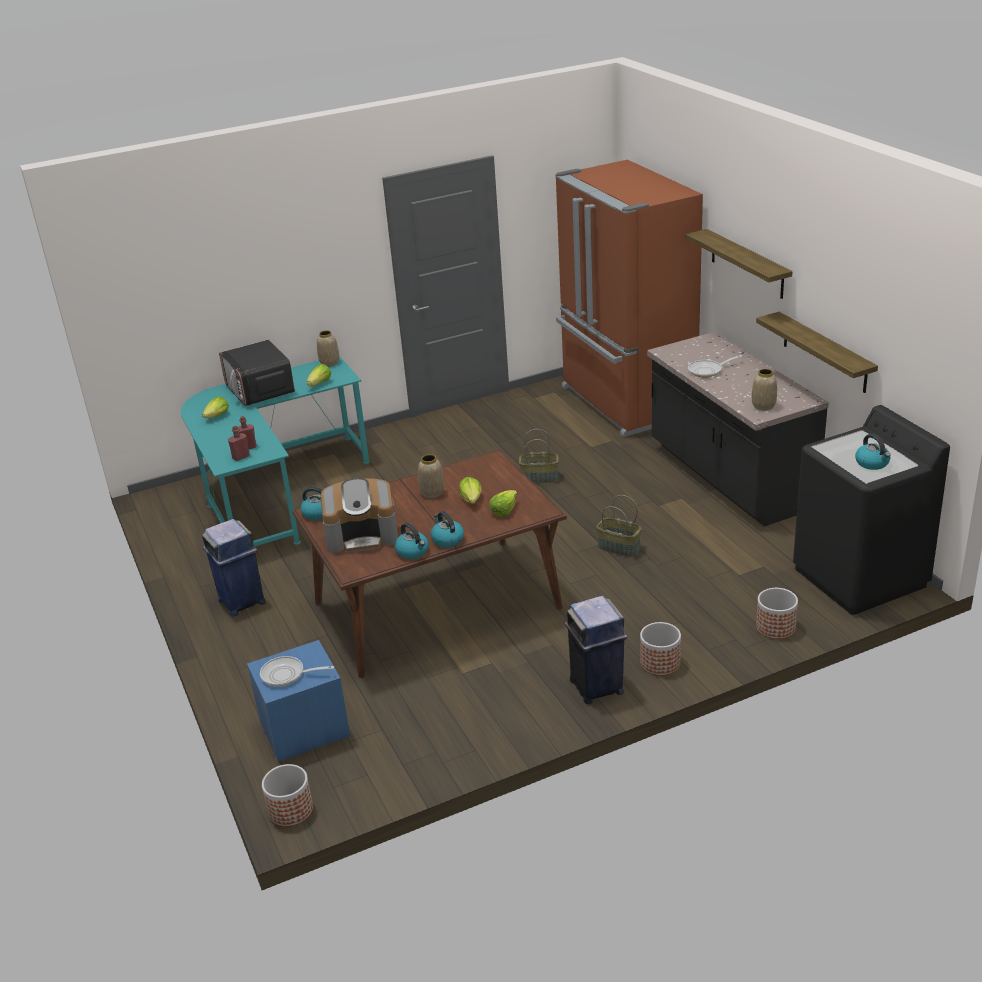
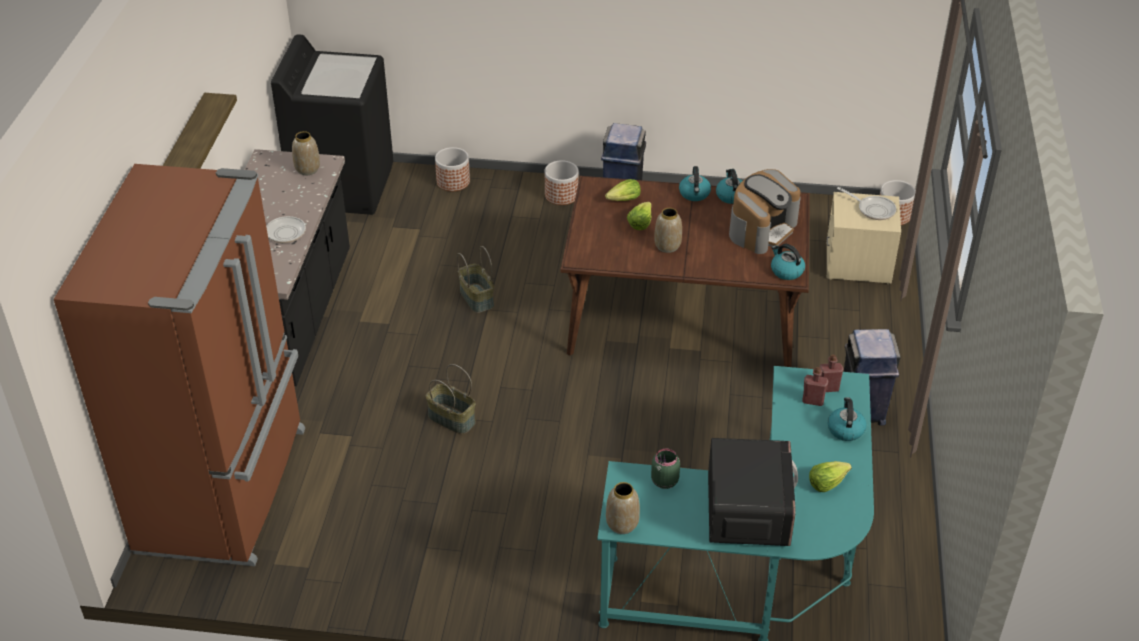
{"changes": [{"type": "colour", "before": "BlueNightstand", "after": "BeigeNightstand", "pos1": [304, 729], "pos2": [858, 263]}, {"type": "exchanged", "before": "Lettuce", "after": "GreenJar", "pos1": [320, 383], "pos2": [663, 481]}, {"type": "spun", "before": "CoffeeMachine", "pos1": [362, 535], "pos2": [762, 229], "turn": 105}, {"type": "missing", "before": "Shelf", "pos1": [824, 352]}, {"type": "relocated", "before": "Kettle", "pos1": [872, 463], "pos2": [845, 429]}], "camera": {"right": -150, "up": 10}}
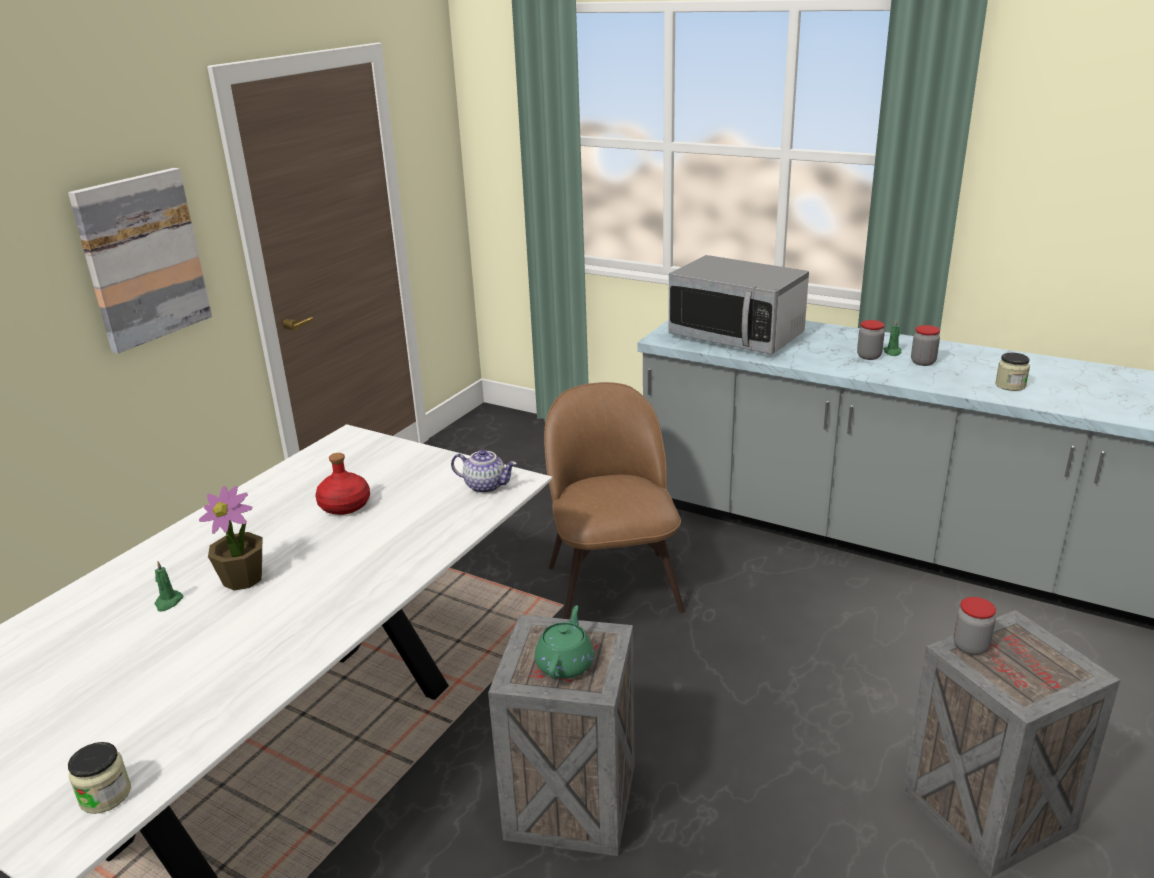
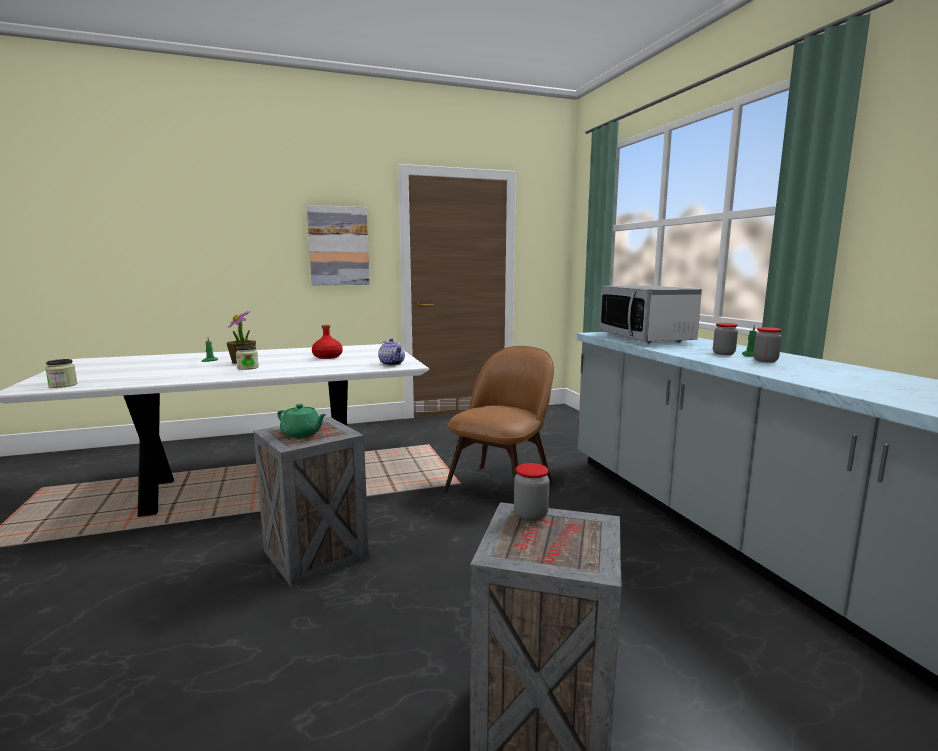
{"changes": [{"type": "spun", "before": "GreenTeapot", "pos1": [565, 663], "pos2": [302, 434], "turn": 60}, {"type": "relocated", "before": "Jar", "pos1": [1010, 385], "pos2": [248, 368]}], "camera": {"right": 40, "up": -15}}
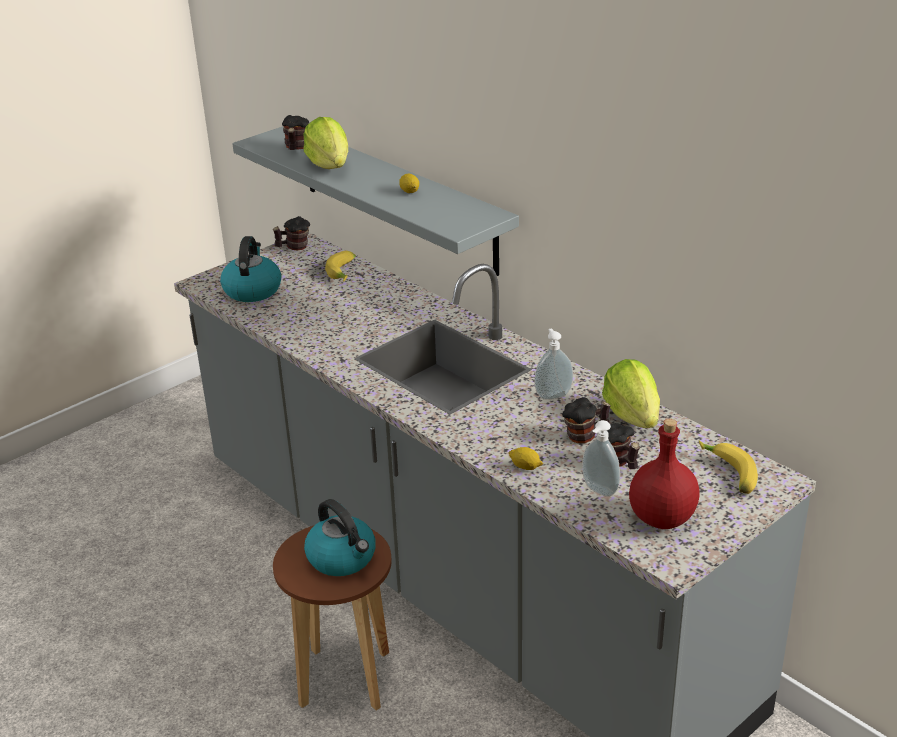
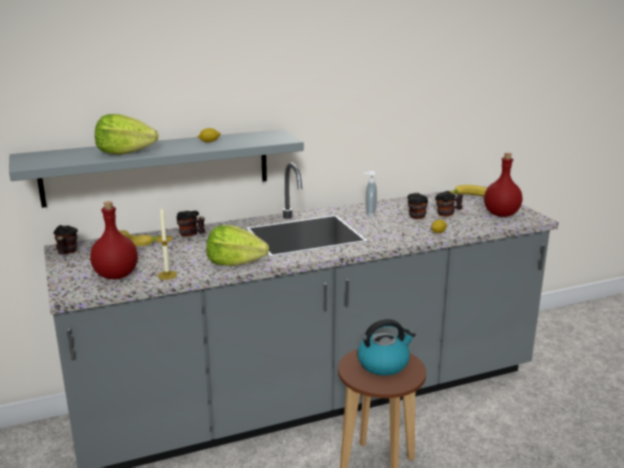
{"changes": [{"type": "exchanged", "before": "Kettle", "after": "RedBottle", "pos1": [252, 290], "pos2": [116, 276]}, {"type": "relocated", "before": "Mug", "pos1": [296, 149], "pos2": [191, 235]}, {"type": "missing", "before": "SoapDispenser", "pos1": [598, 491]}, {"type": "relocated", "before": "Lettuce", "pos1": [633, 416], "pos2": [235, 263]}, {"type": "appeared", "after": "Candle", "pos2": [167, 275]}], "camera": {"right": -70, "up": -10}}
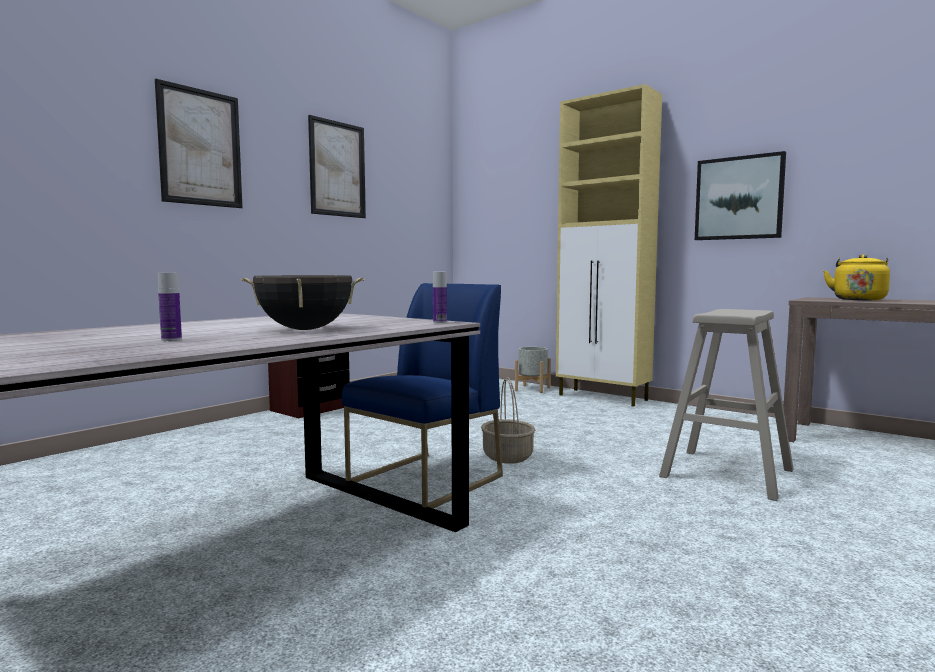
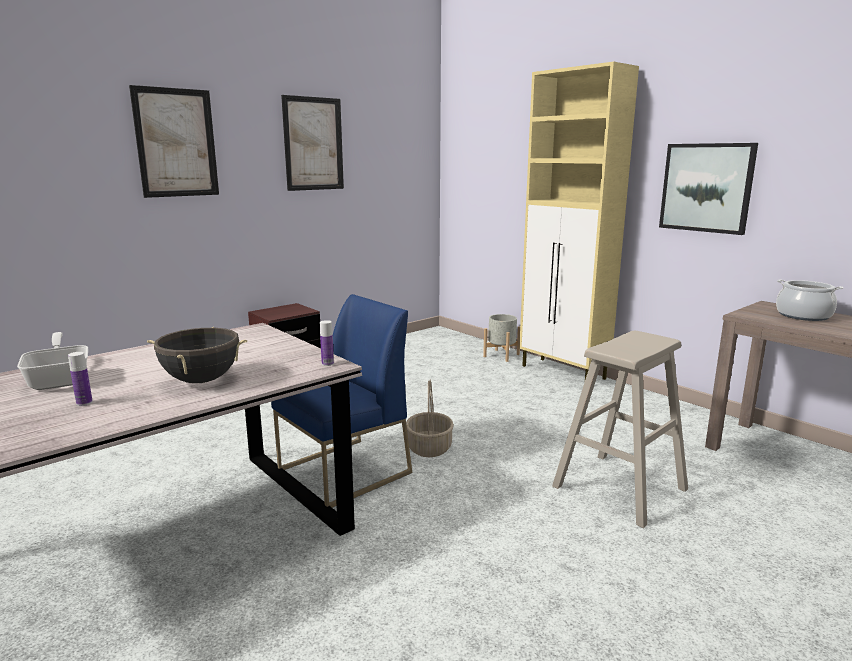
{"changes": [{"type": "exchanged", "before": "YellowKettle", "after": "CookingPot", "pos1": [858, 299], "pos2": [803, 315]}, {"type": "appeared", "after": "FryingPan", "pos2": [61, 379]}], "camera": {"right": 10, "up": 10}}
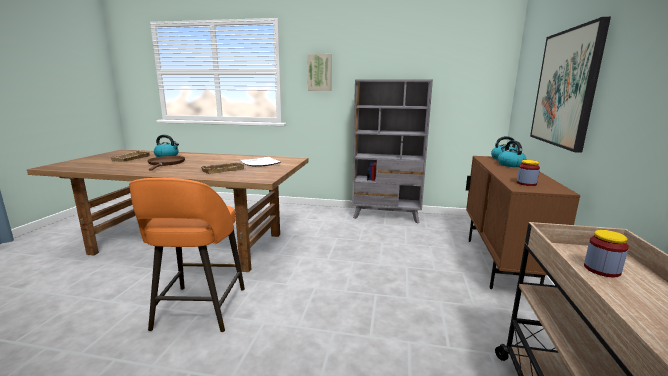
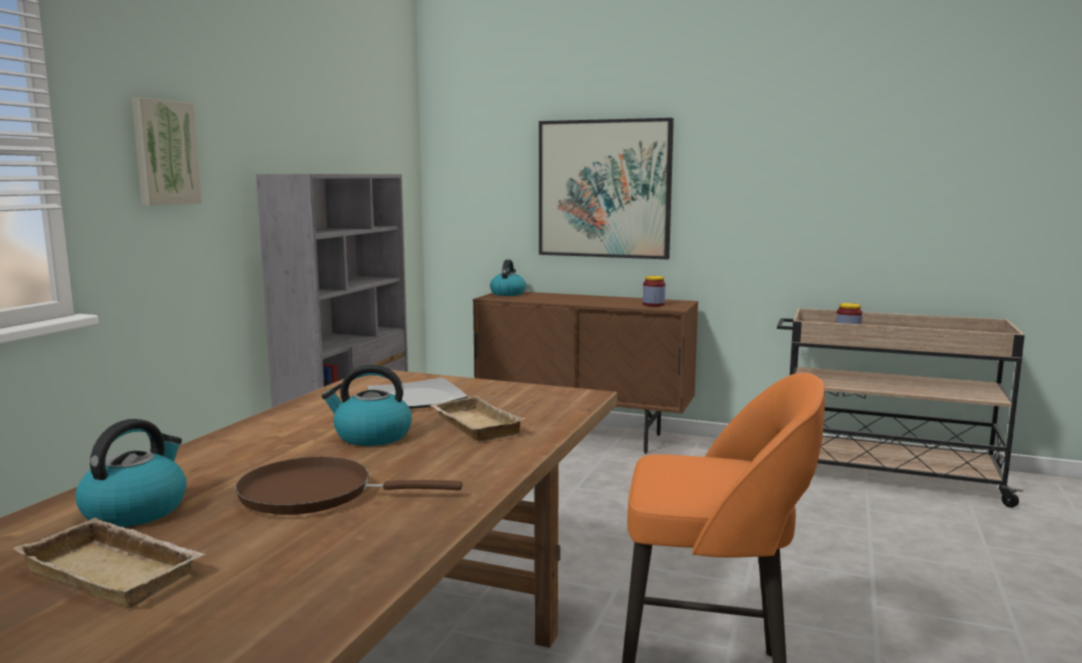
{"changes": [{"type": "relocated", "before": "Kettle", "pos1": [510, 165], "pos2": [371, 436]}], "camera": {"right": -80, "up": -5}}
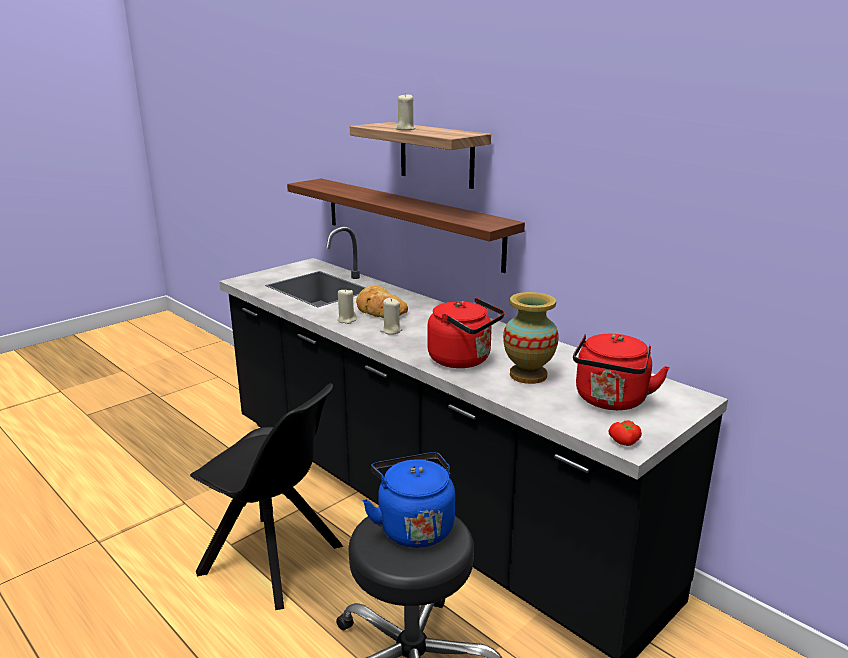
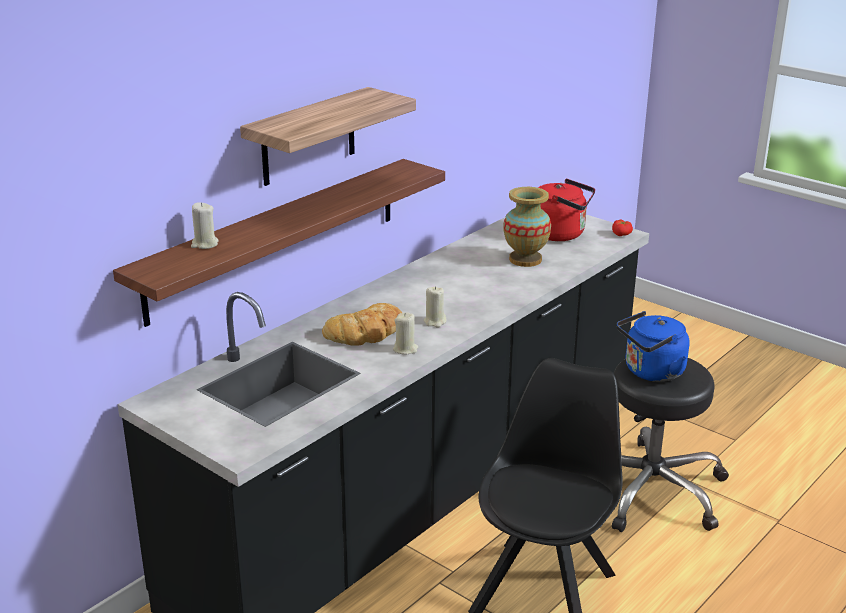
{"changes": [{"type": "relocated", "before": "BeigeCandle", "pos1": [405, 129], "pos2": [204, 244]}, {"type": "missing", "before": "RedKettle", "pos1": [463, 360]}], "camera": {"right": -95, "up": 5}}
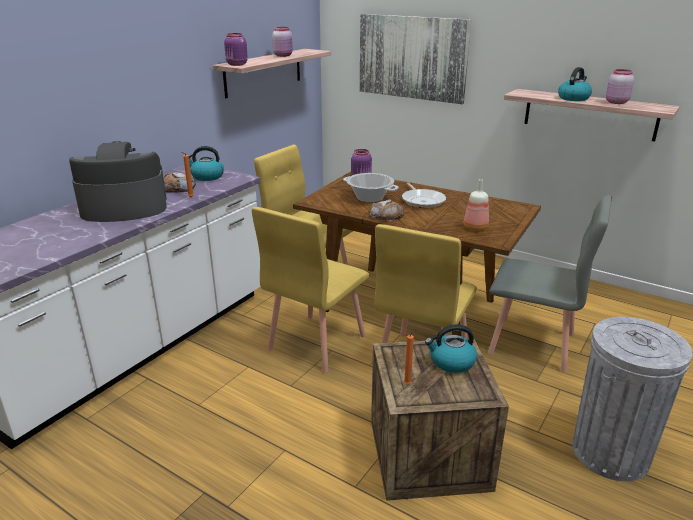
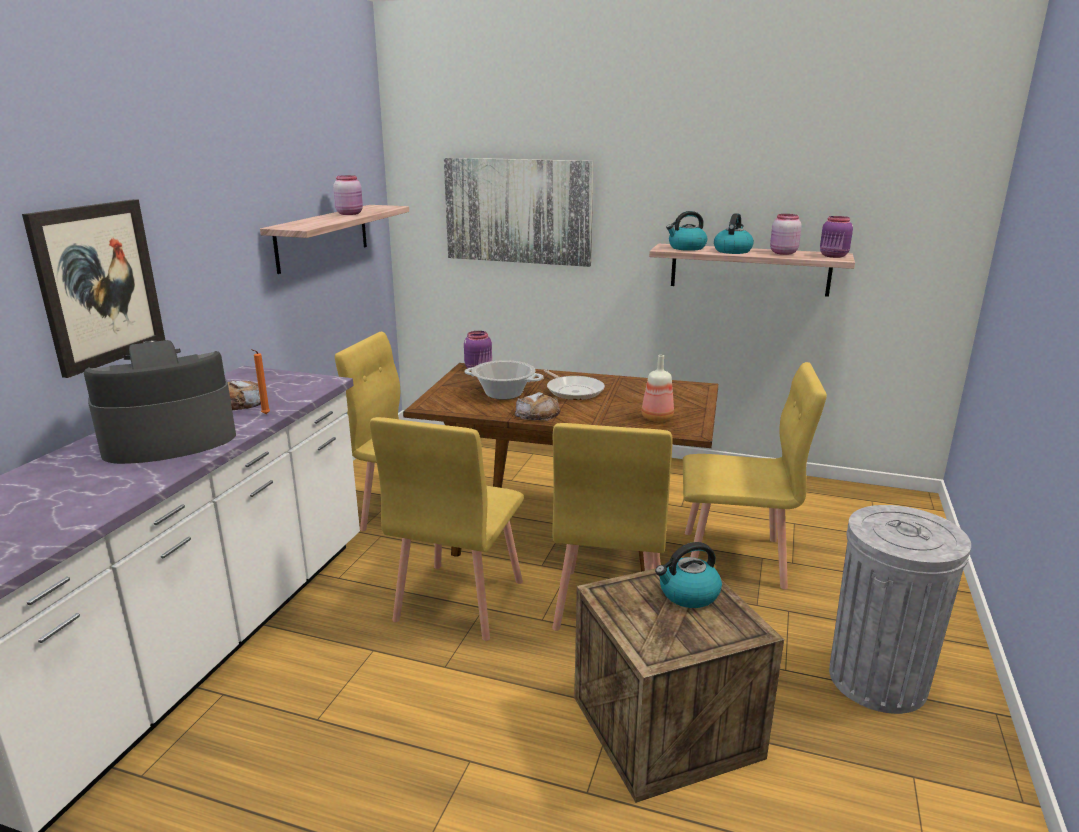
{"changes": [{"type": "relocated", "before": "Kettle", "pos1": [207, 177], "pos2": [686, 248]}, {"type": "relocated", "before": "PurpleJar", "pos1": [236, 64], "pos2": [834, 256]}, {"type": "missing", "before": "OrangeCandle", "pos1": [408, 384]}, {"type": "colour", "before": "GreyChair", "after": "YellowChair", "pos1": [533, 344], "pos2": [734, 559]}, {"type": "appeared", "after": "Picture", "pos2": [98, 285]}], "camera": {"right": -15, "up": -5}}
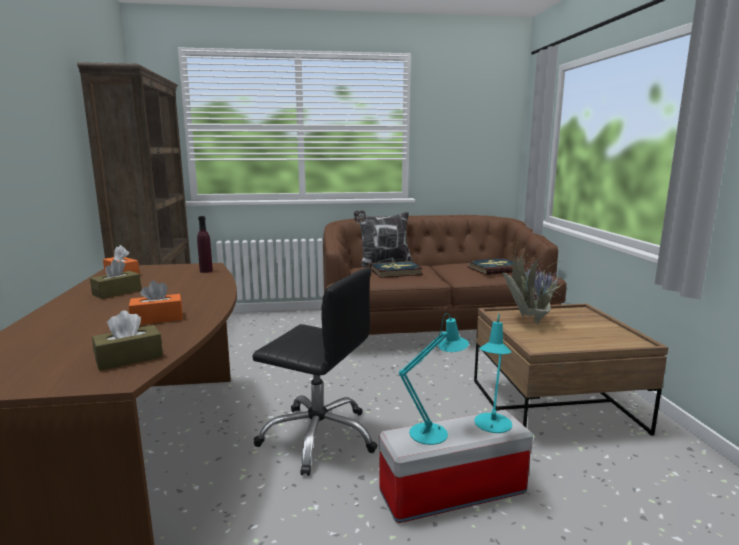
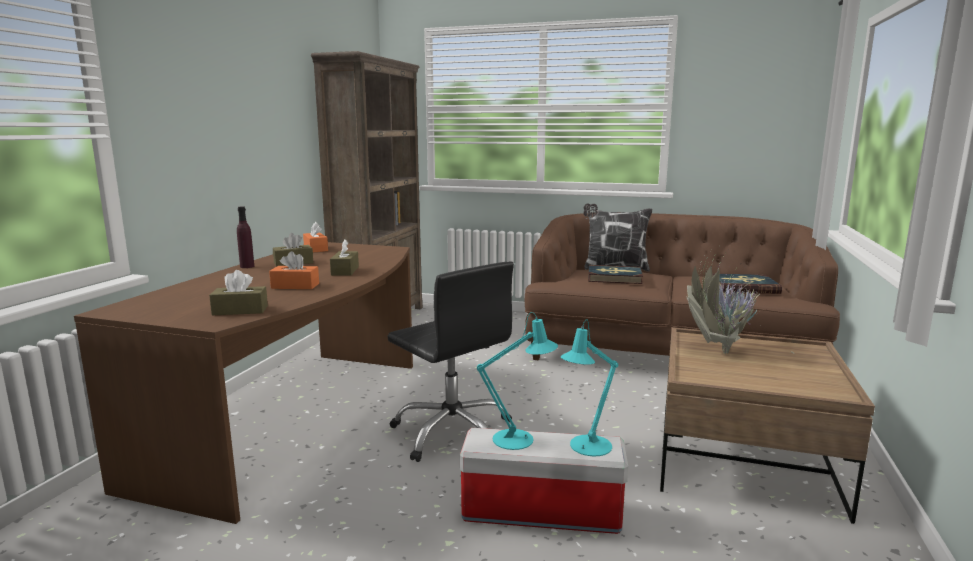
{"changes": [{"type": "relocated", "before": "PurpleBottle", "pos1": [206, 271], "pos2": [247, 266]}, {"type": "appeared", "after": "BrownTissueBox", "pos2": [345, 271]}], "camera": {"right": 25, "up": 0}}
